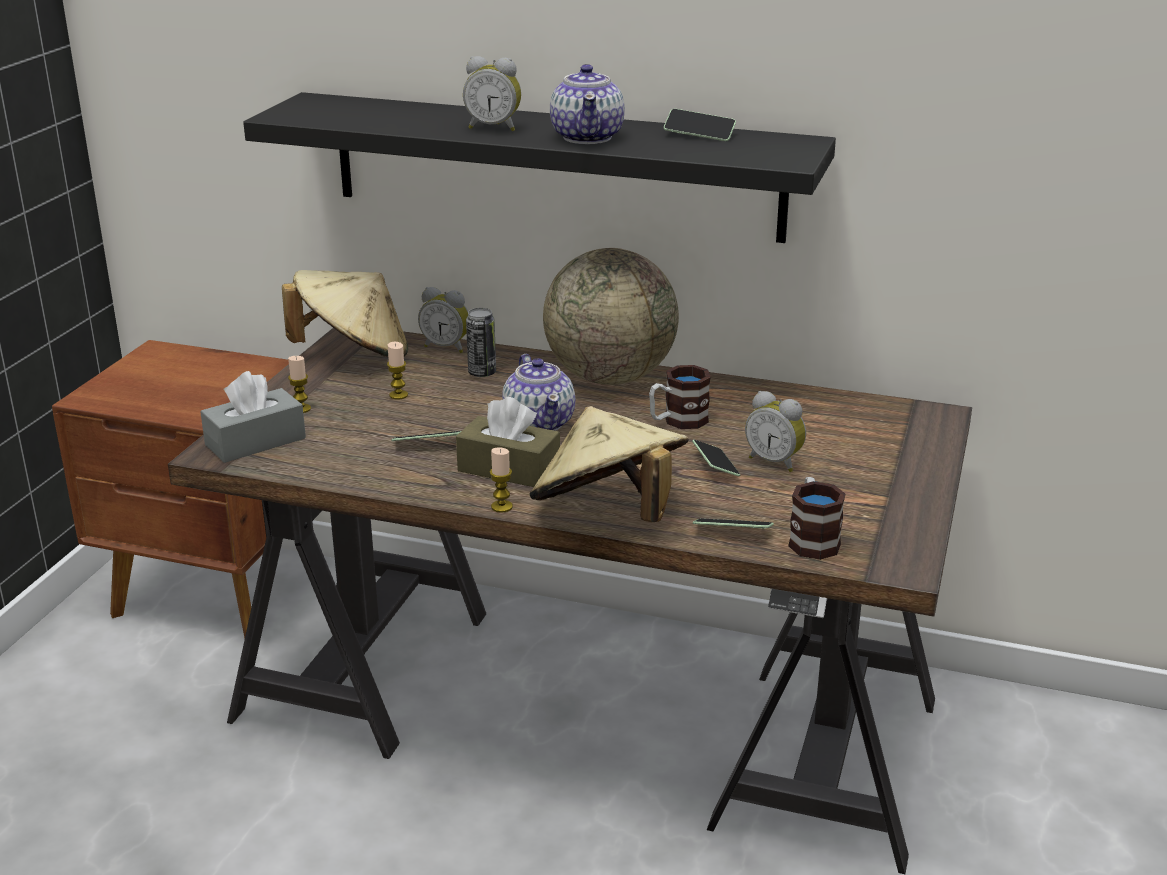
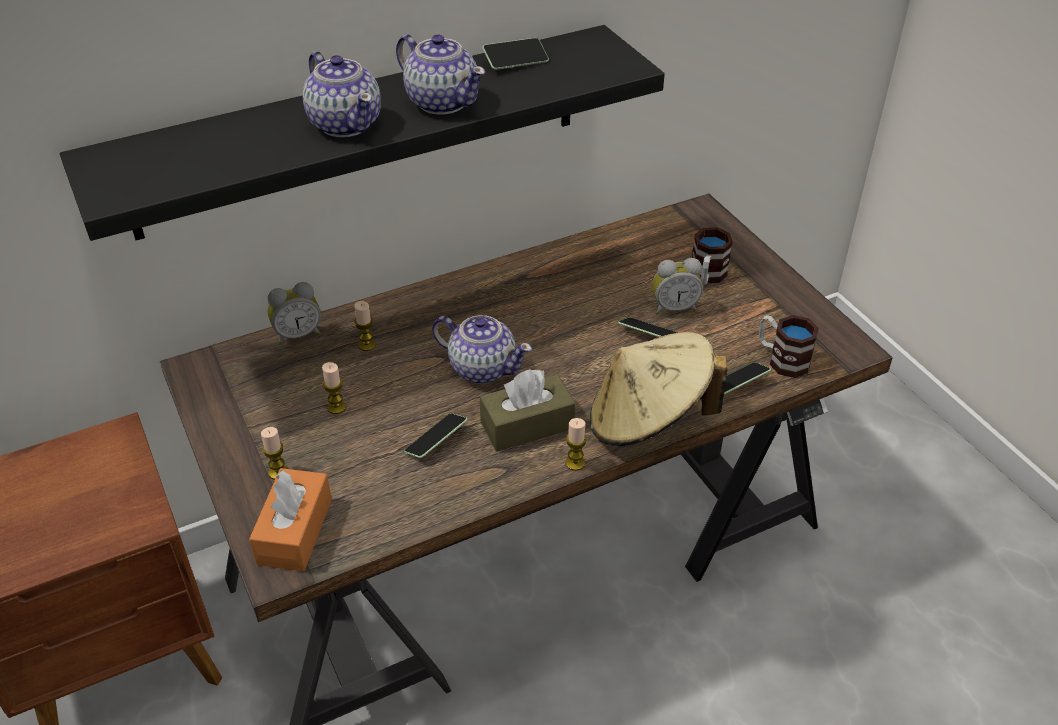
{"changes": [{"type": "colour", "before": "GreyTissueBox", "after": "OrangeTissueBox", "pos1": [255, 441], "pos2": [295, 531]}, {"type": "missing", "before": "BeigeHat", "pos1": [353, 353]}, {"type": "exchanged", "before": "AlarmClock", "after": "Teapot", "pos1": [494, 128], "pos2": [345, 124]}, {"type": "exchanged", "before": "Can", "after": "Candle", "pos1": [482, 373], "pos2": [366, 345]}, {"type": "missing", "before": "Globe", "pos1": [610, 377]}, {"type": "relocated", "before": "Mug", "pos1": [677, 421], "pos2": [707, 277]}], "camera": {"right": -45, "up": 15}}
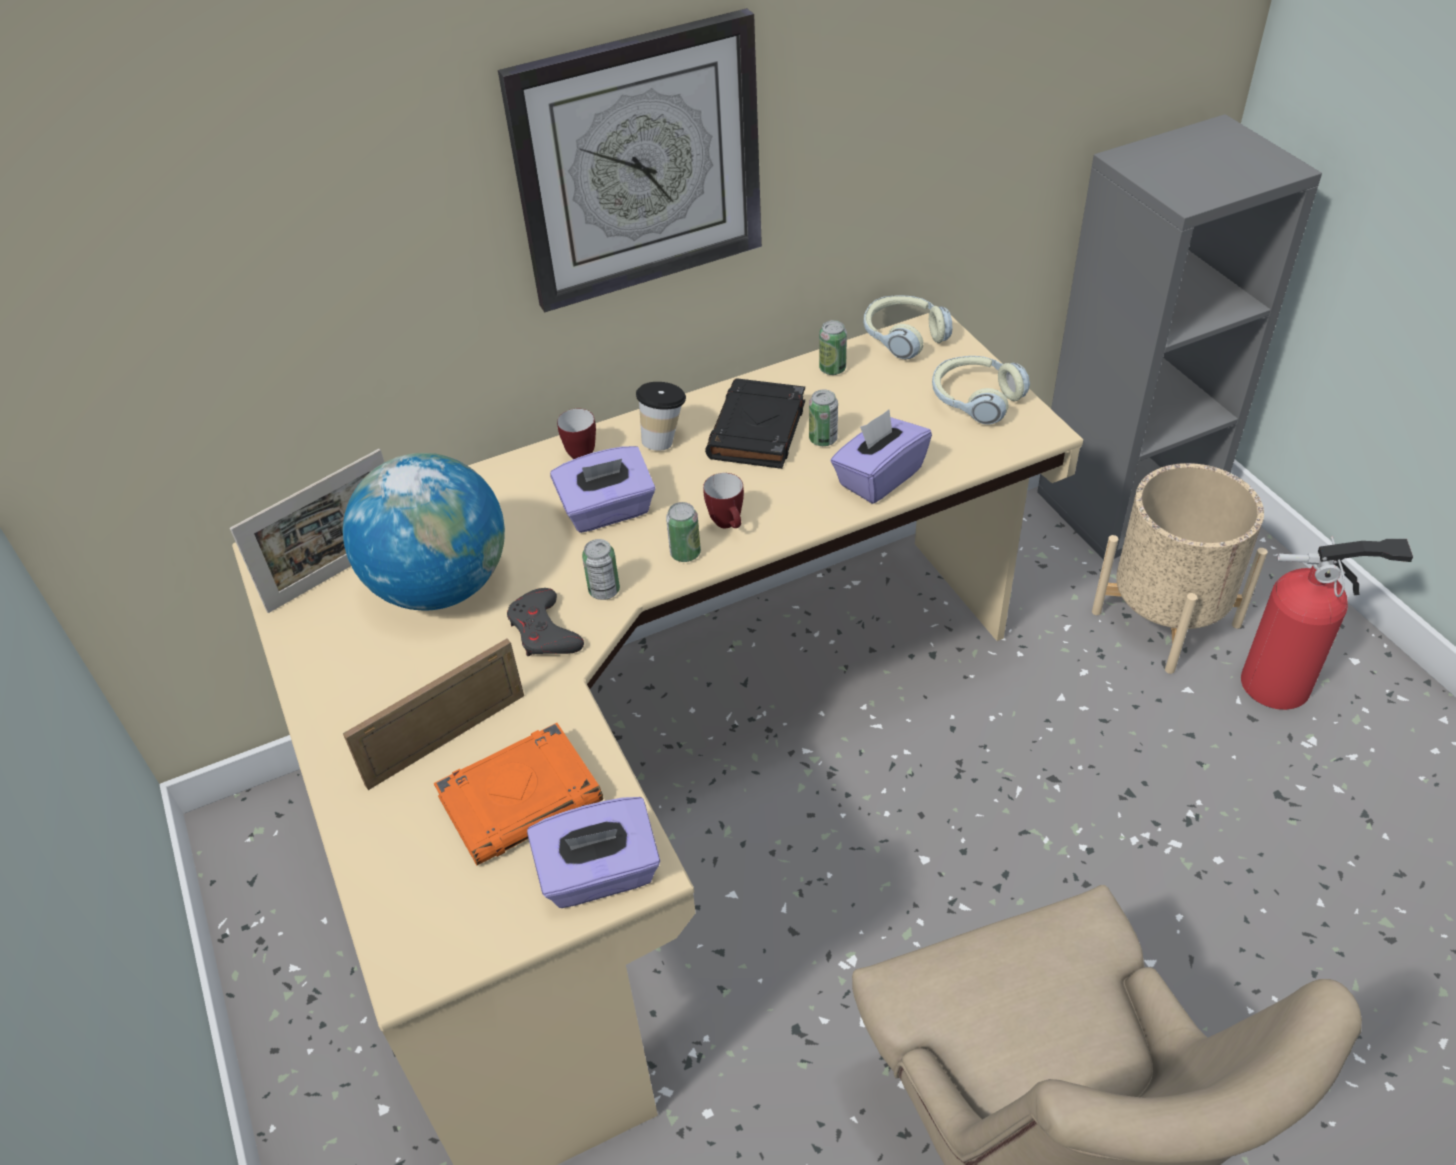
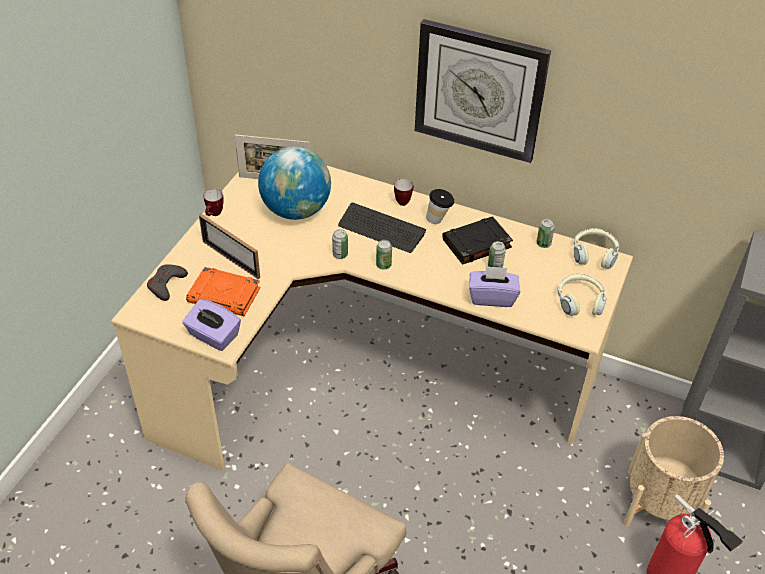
{"changes": [{"type": "spun", "before": "PictureFrame", "pos1": [446, 739], "pos2": [231, 259], "turn": -150}, {"type": "relocated", "before": "GreyGameController", "pos1": [544, 631], "pos2": [166, 284]}, {"type": "exchanged", "before": "PurpleTissueBox", "after": "Keyboard", "pos1": [608, 511], "pos2": [381, 229]}, {"type": "relocated", "before": "Mug", "pos1": [728, 525], "pos2": [214, 215]}], "camera": {"right": 45, "up": 0}}
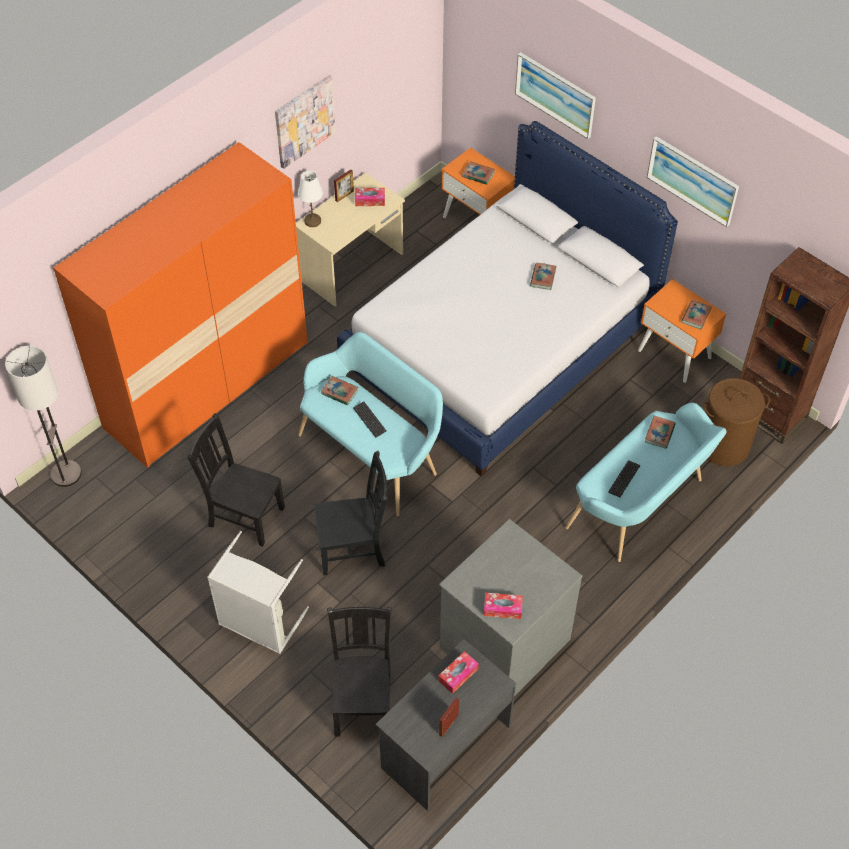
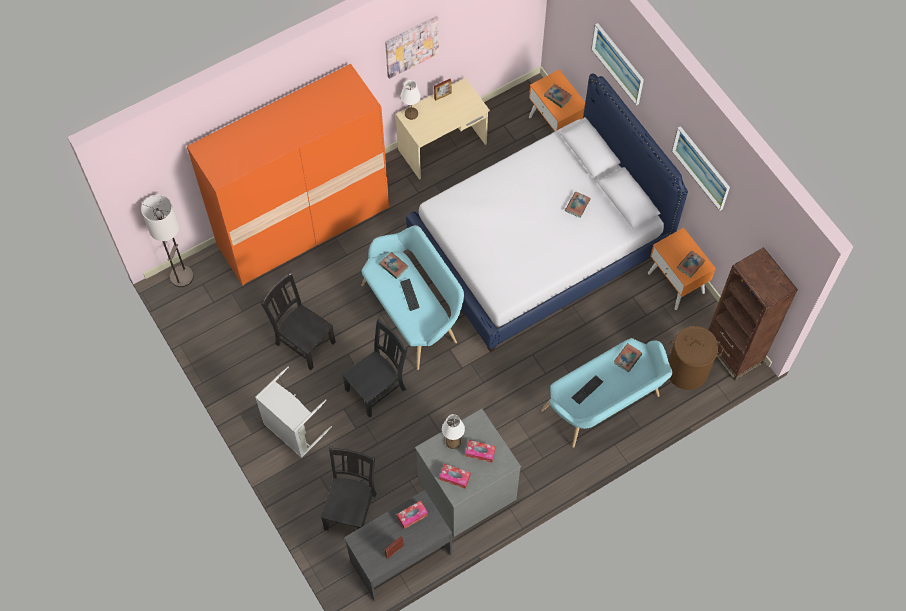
{"changes": [{"type": "spun", "before": "BlackChair", "pos1": [353, 548], "pos2": [377, 388], "turn": -45}, {"type": "relocated", "before": "TissueBox", "pos1": [370, 200], "pos2": [480, 452]}, {"type": "appeared", "after": "WhiteTableLamp", "pos2": [452, 441]}], "camera": {"right": 15, "up": 10}}
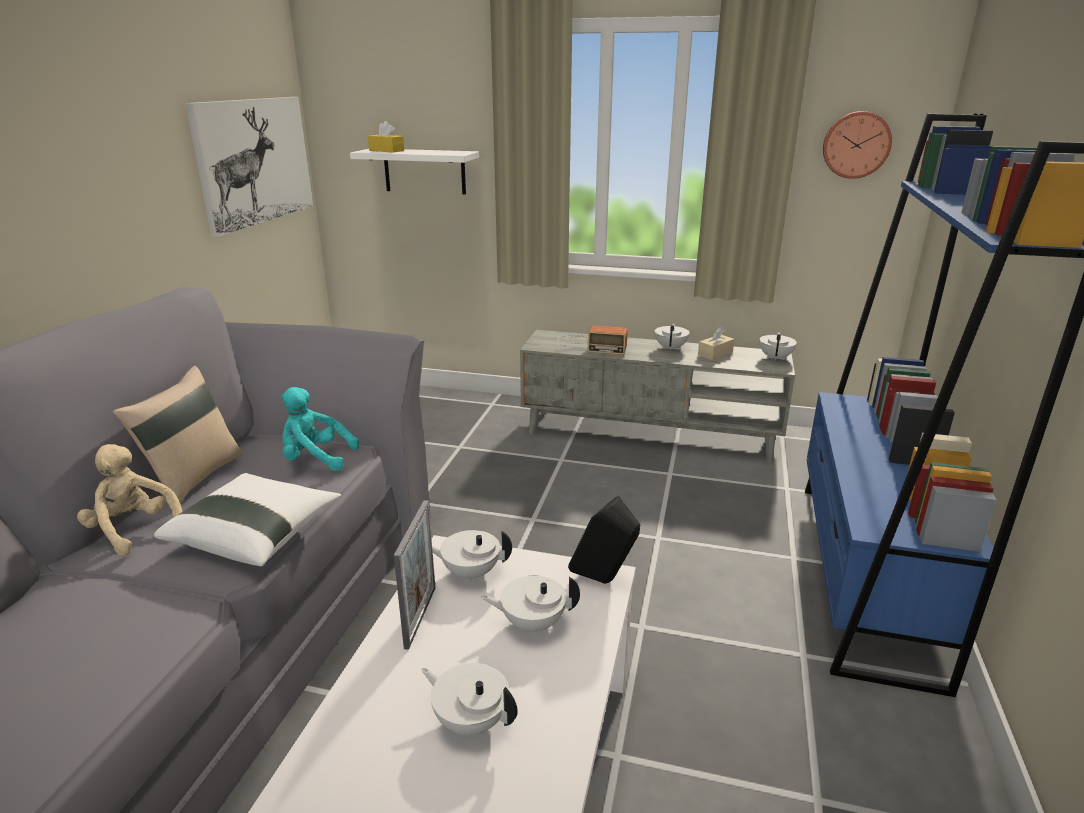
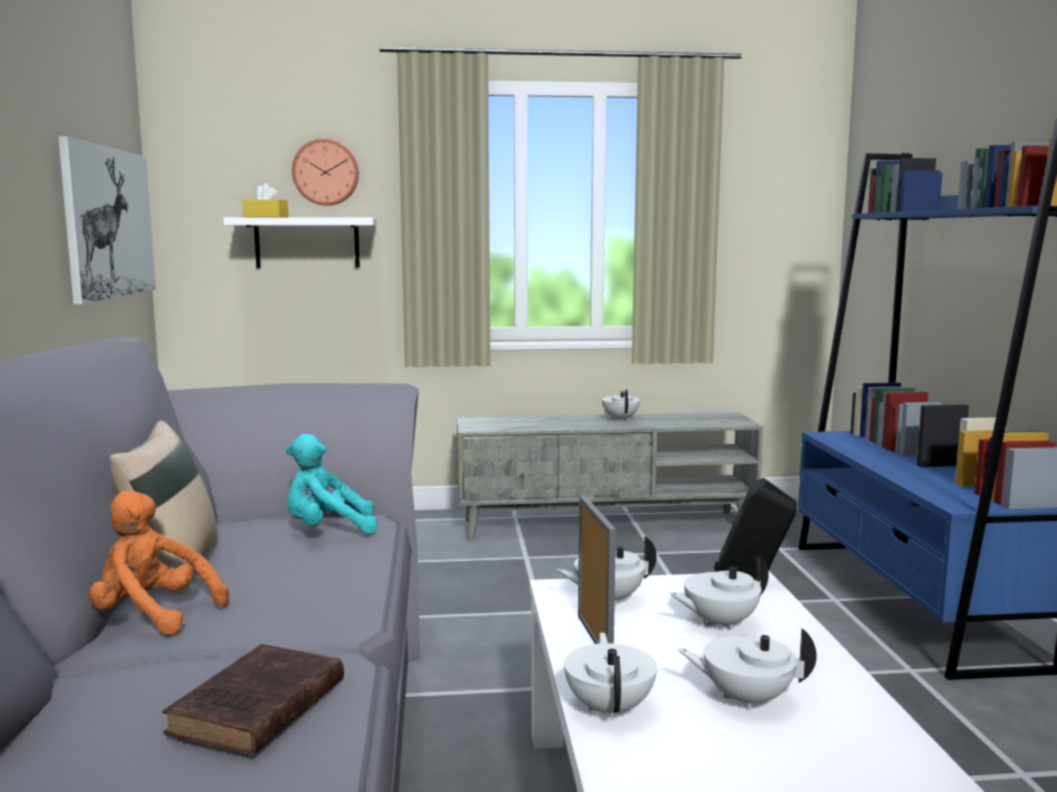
{"changes": [{"type": "colour", "before": "BeigePlushToy", "after": "OrangePlushToy", "pos1": [134, 530], "pos2": [152, 615]}, {"type": "missing", "before": "WhitePillow", "pos1": [256, 536]}, {"type": "missing", "before": "Radio", "pos1": [590, 344]}, {"type": "missing", "before": "BeigeTissueBox", "pos1": [715, 354]}, {"type": "relocated", "before": "WhiteTeapot", "pos1": [775, 358], "pos2": [610, 708]}, {"type": "relocated", "before": "WallClock", "pos1": [856, 145], "pos2": [326, 172]}, {"type": "appeared", "after": "BrownBook", "pos2": [255, 709]}], "camera": {"right": -20, "up": -15}}
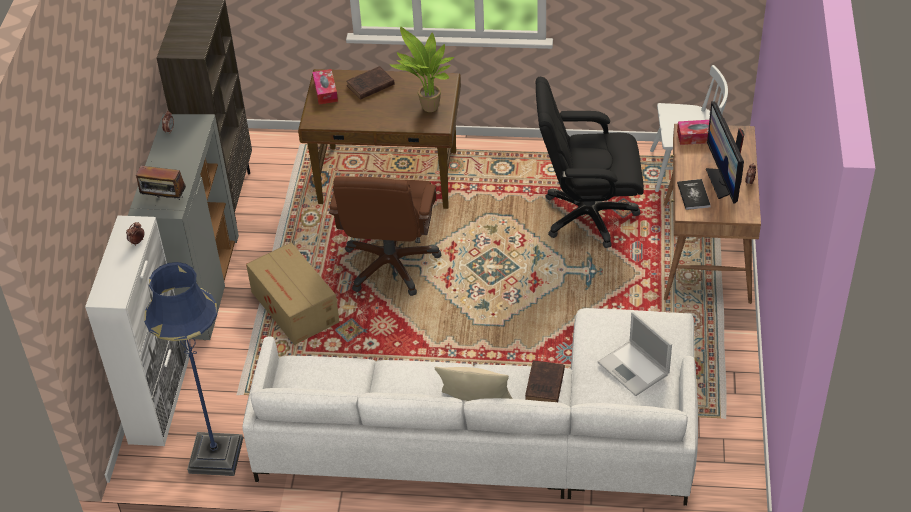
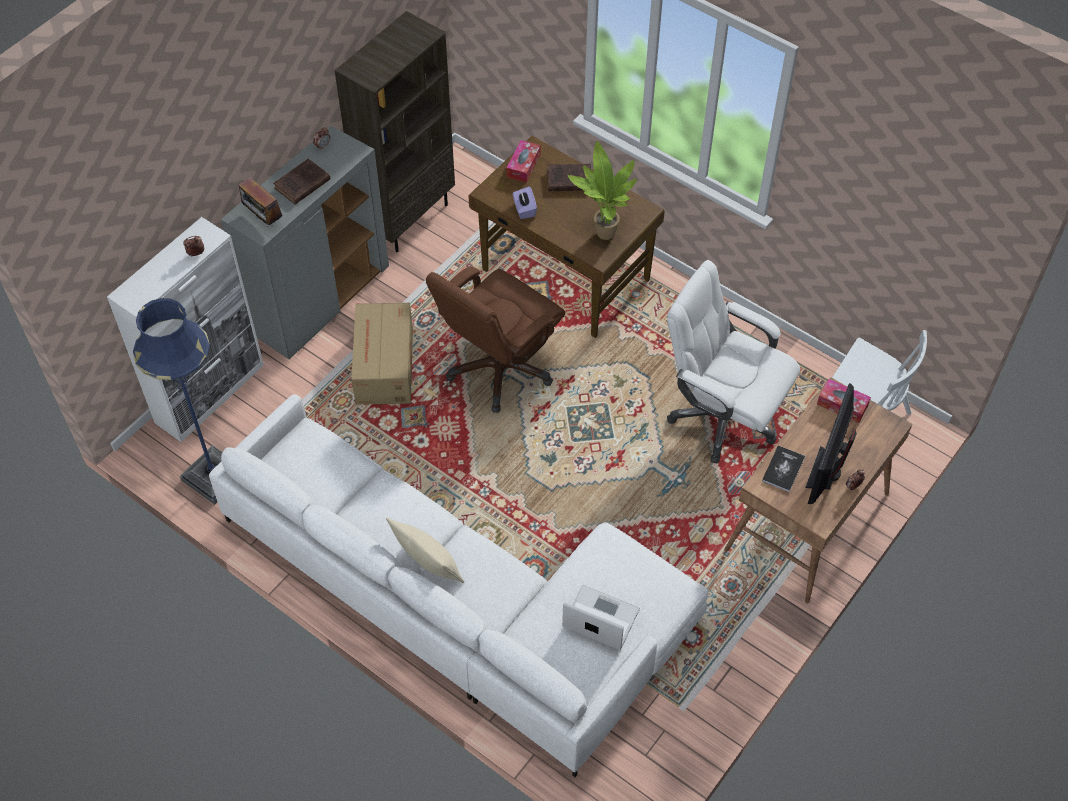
{"changes": [{"type": "relocated", "before": "BrownBook", "pos1": [544, 386], "pos2": [301, 185]}, {"type": "colour", "before": "BlackOfficeChair", "after": "WhiteOfficeChair", "pos1": [587, 215], "pos2": [721, 417]}, {"type": "spun", "before": "Laptop", "pos1": [634, 369], "pos2": [599, 618], "turn": 120}, {"type": "appeared", "after": "PurpleTissueBox", "pos2": [524, 209]}], "camera": {"right": 30, "up": 10}}
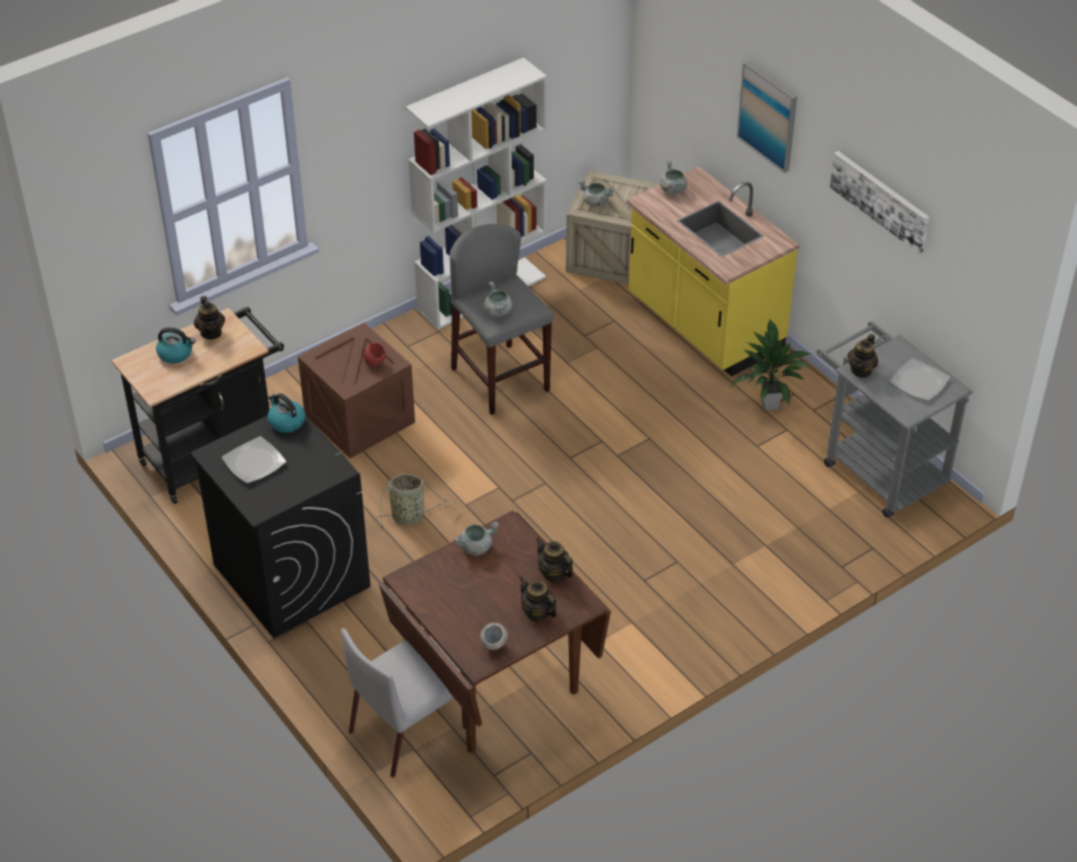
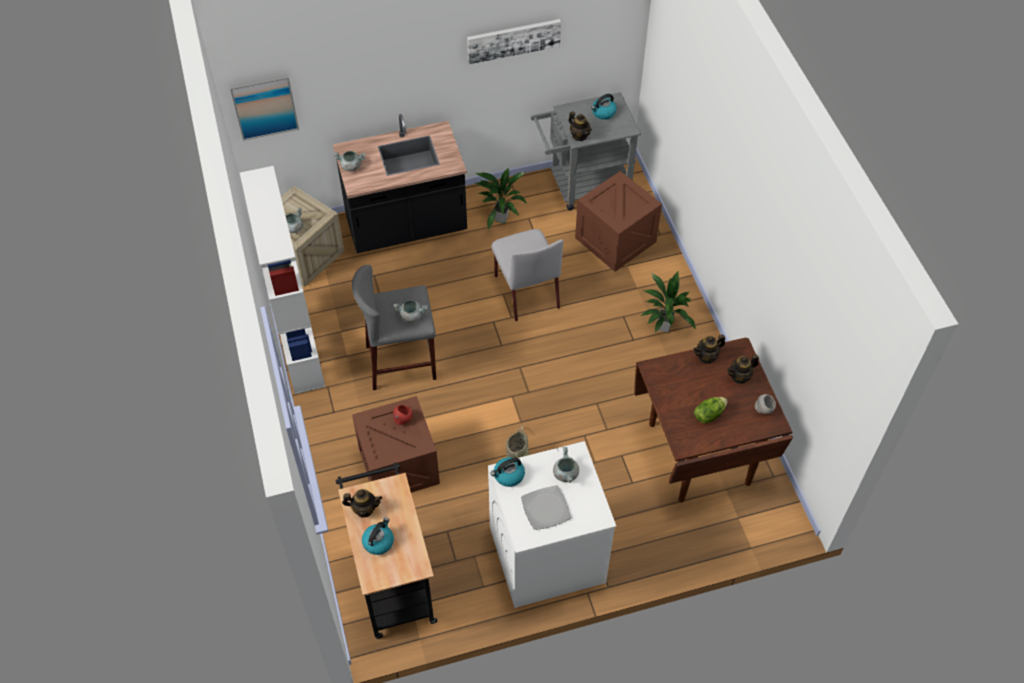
{"changes": [{"type": "colour", "before": "BlackWashingMachine", "after": "WhiteWashingMachine", "pos1": [290, 575], "pos2": [546, 556]}, {"type": "relocated", "before": "GreyChair", "pos1": [410, 728], "pos2": [526, 291]}, {"type": "relocated", "before": "GreyCookingPot", "pos1": [476, 547], "pos2": [565, 473]}, {"type": "colour", "before": "YellowCounter", "after": "BlackCounter", "pos1": [703, 325], "pos2": [406, 227]}, {"type": "relocated", "before": "Picture", "pos1": [768, 116], "pos2": [264, 106]}, {"type": "exchanged", "before": "Plate", "after": "Kettle", "pos1": [919, 383], "pos2": [603, 113]}, {"type": "appeared", "after": "Crate", "pos2": [615, 240]}, {"type": "appeared", "after": "PottedPlant", "pos2": [663, 327]}, {"type": "appeared", "after": "Lettuce", "pos2": [708, 414]}], "camera": {"right": -70, "up": 10}}
